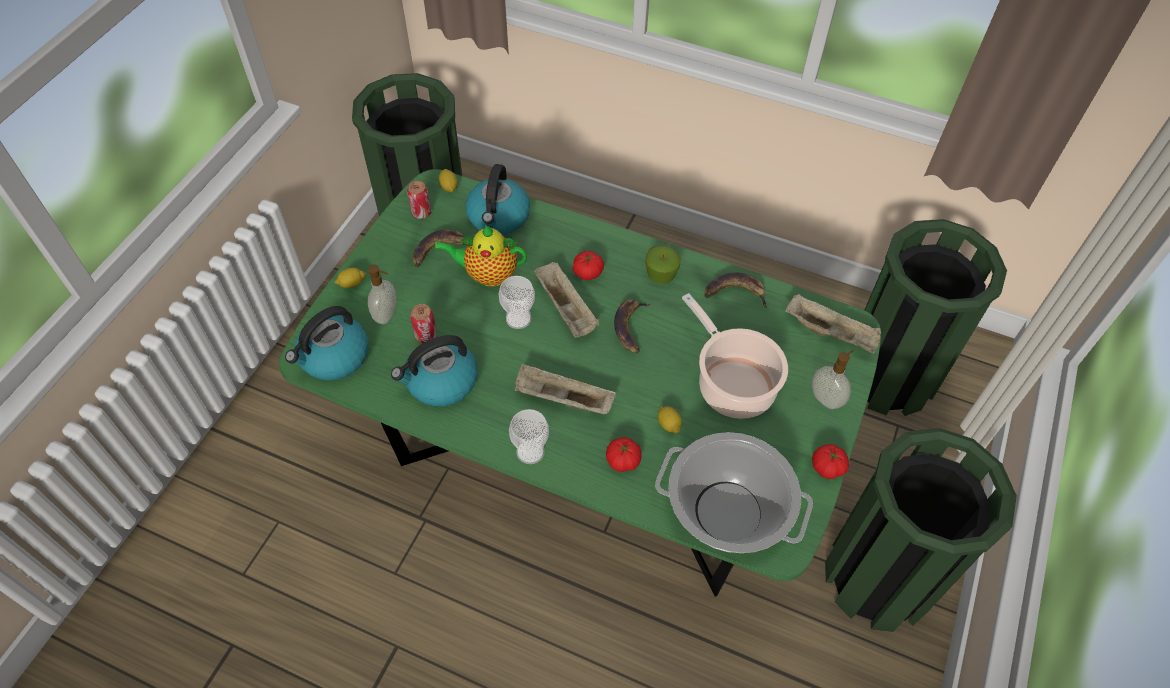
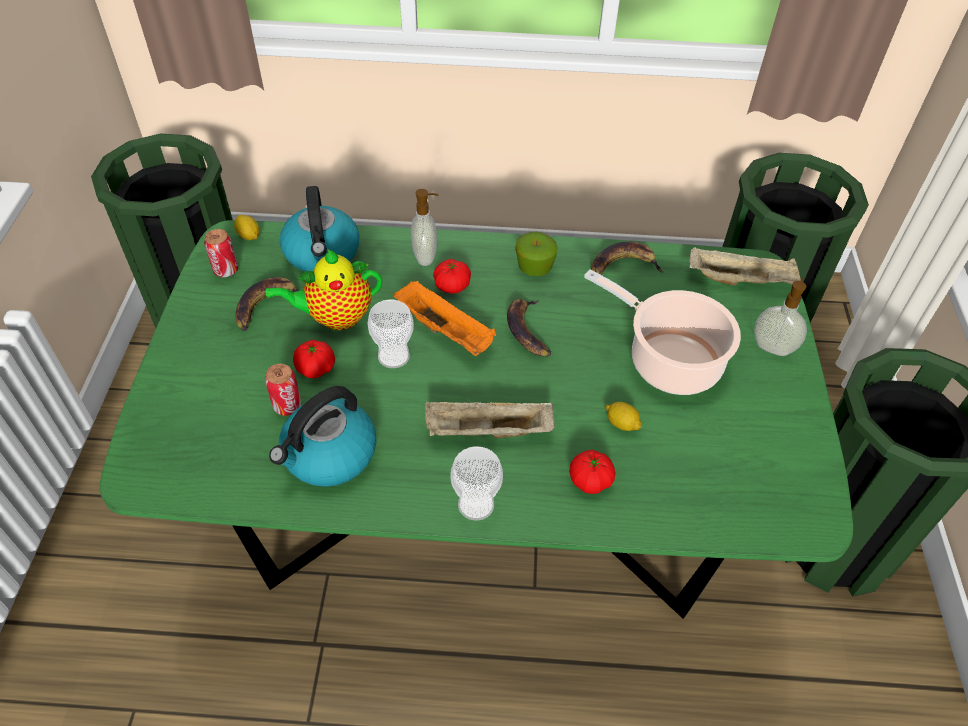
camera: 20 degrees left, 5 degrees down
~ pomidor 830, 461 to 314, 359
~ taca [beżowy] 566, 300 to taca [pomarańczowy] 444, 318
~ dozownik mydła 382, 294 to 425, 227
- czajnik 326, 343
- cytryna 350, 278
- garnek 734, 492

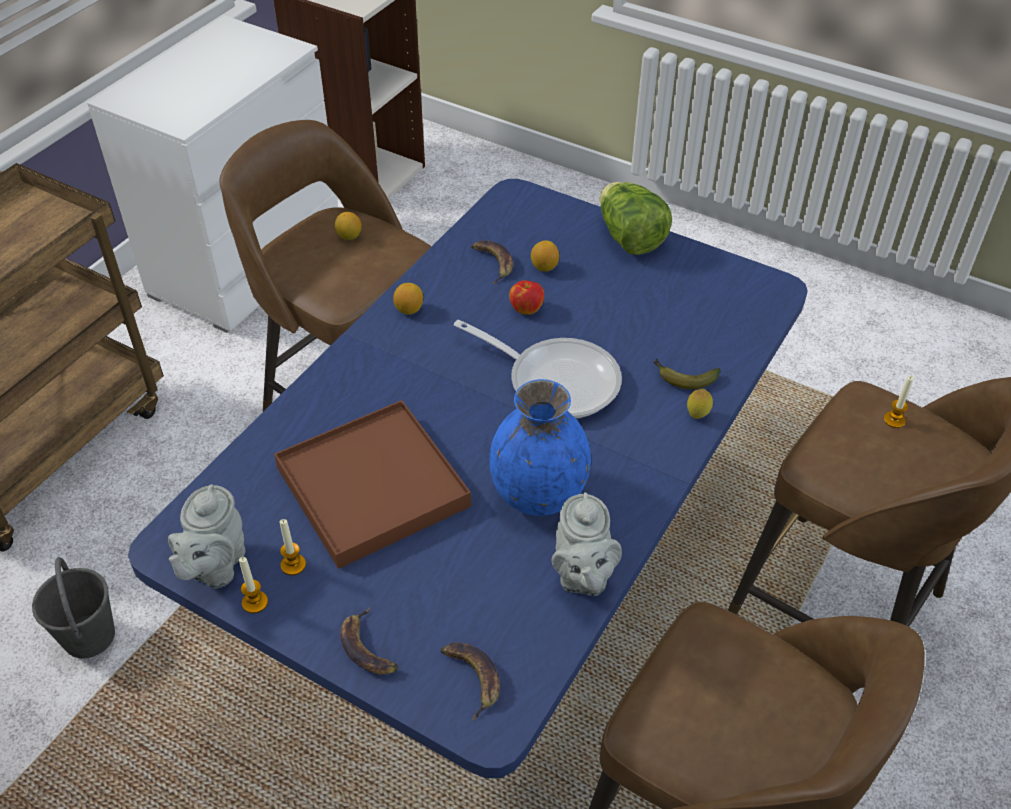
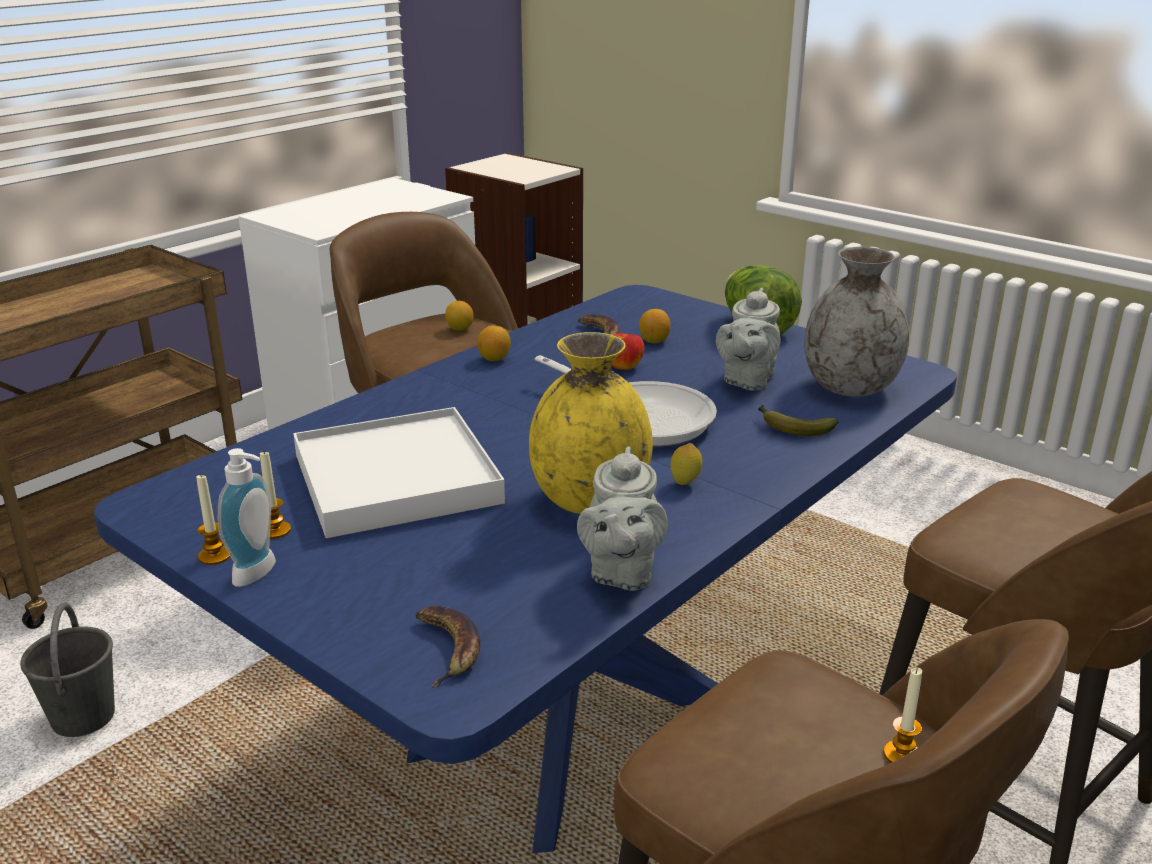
camera: 10 degrees right, 20 degrees down
+ dozownik mydła 247, 517
~ taca [brązowy] 372, 484 to taca [biały] 399, 472
~ wazon [niebieski] 540, 447 to wazon [żółty] 591, 423
~ cytryna 700, 404 to 686, 464
~ imbryk [szary] 207, 536 to 748, 339
+ wazon [szary] 856, 322
~ świeca 899, 402 to 902, 715
- banan 369, 641

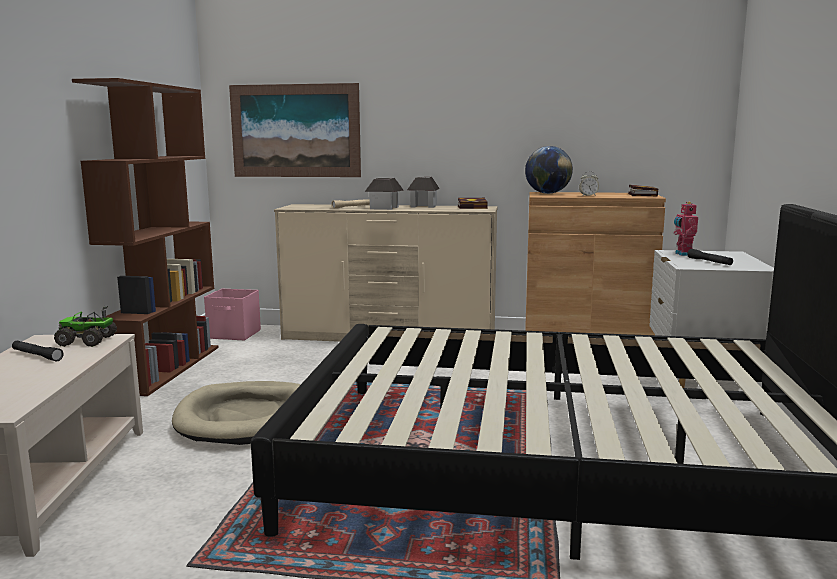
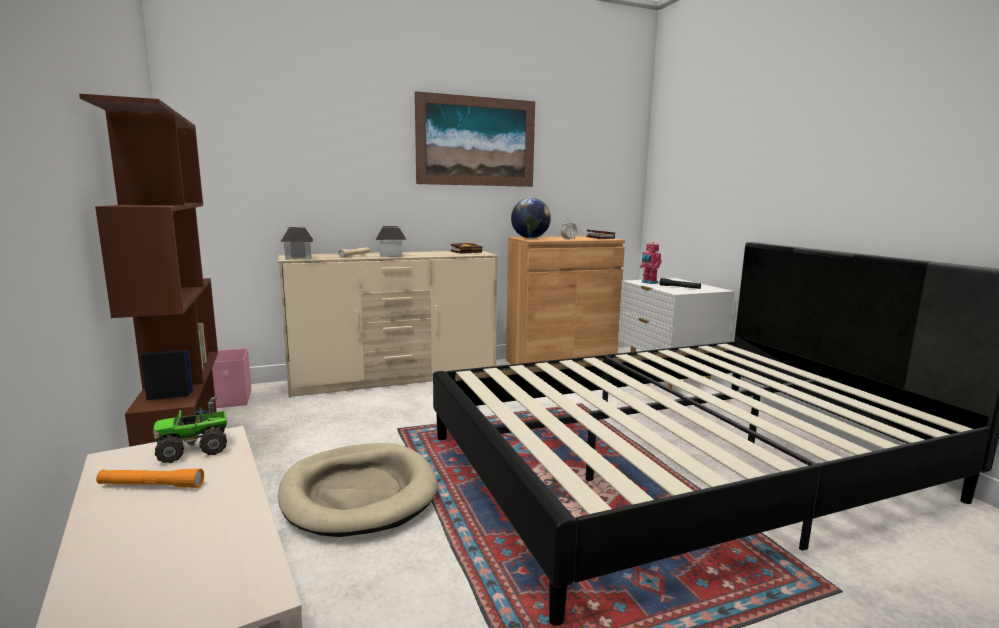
camera: 30 degrees left, 0 degrees up
~ latarka [czarny] 38, 351 to latarka [pomarańczowy] 150, 478
~ domek 423, 192 to 297, 243
~ obraz 295, 130 to 475, 139

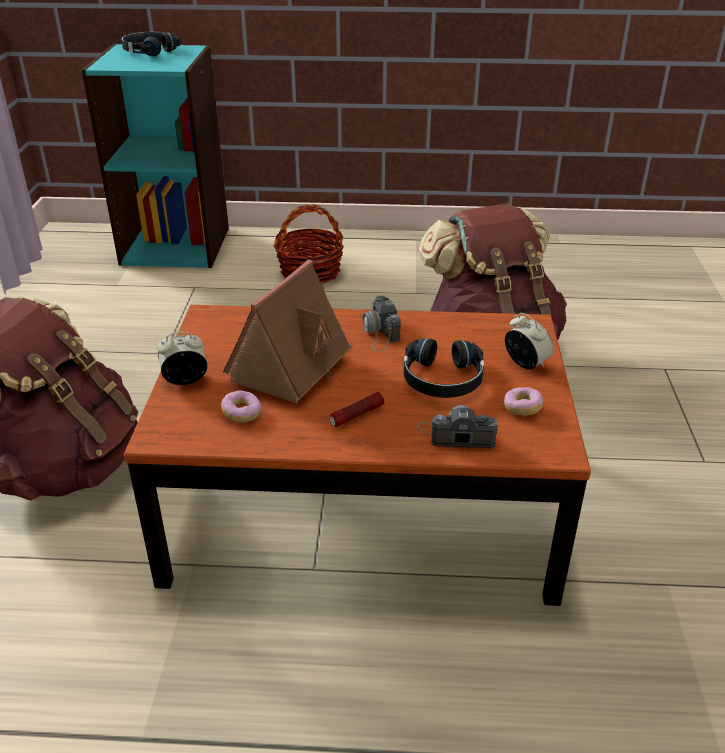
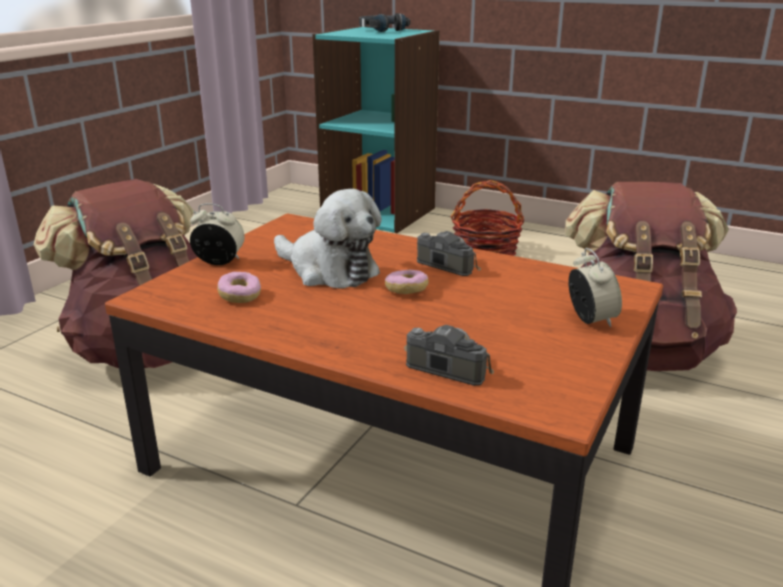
camera: 25 degrees right, 10 degrees down
~ domek 288, 331 to pluszak 328, 239
~ donut 523, 401 to 407, 282
~ aparat fotograficzny 381, 324 = 449, 253 120 degrees clockwise
- latarka 356, 409
- słuchawki [czarny] 444, 368

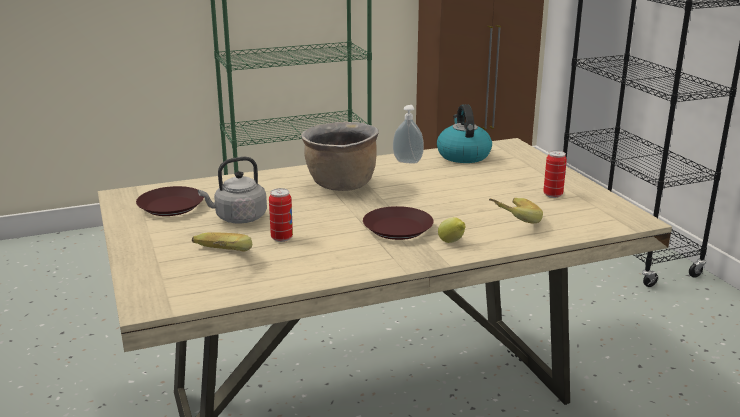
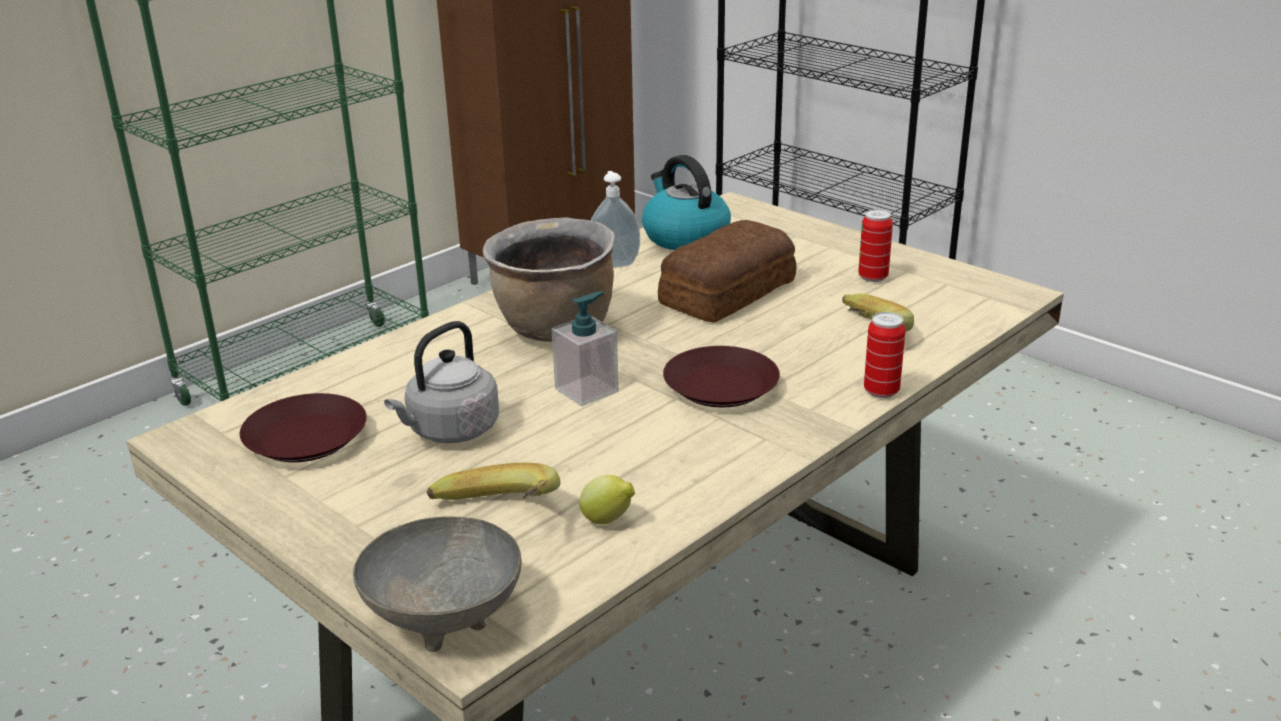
camera: 25 degrees left, 5 degrees up
+ miska [szary] 437, 584
+ dozownik mydła 585, 348
~ cytryna 452, 230 to 607, 499
+ chleb 727, 271
~ puszka 281, 215 to 885, 355

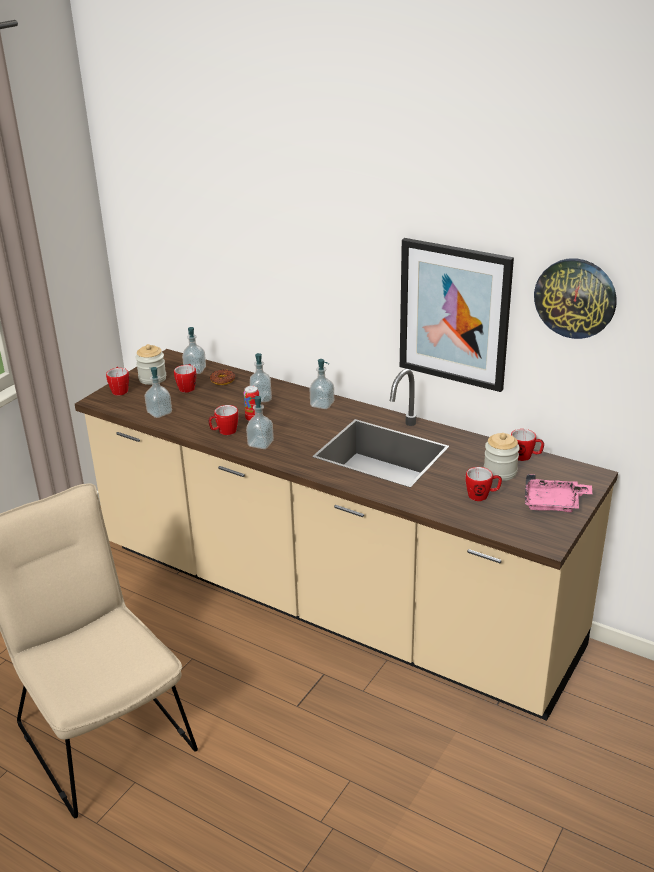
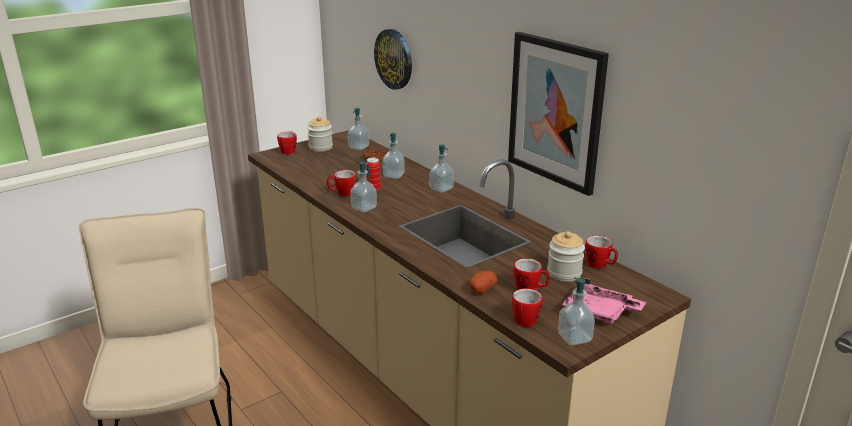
camera: 20 degrees right, 5 degrees down
~ zegar ścienny 575, 298 to 393, 59
+ ziemniak 483, 282
~ kubek 185, 378 to 527, 307
~ dozownik mydła 158, 392 to 576, 312

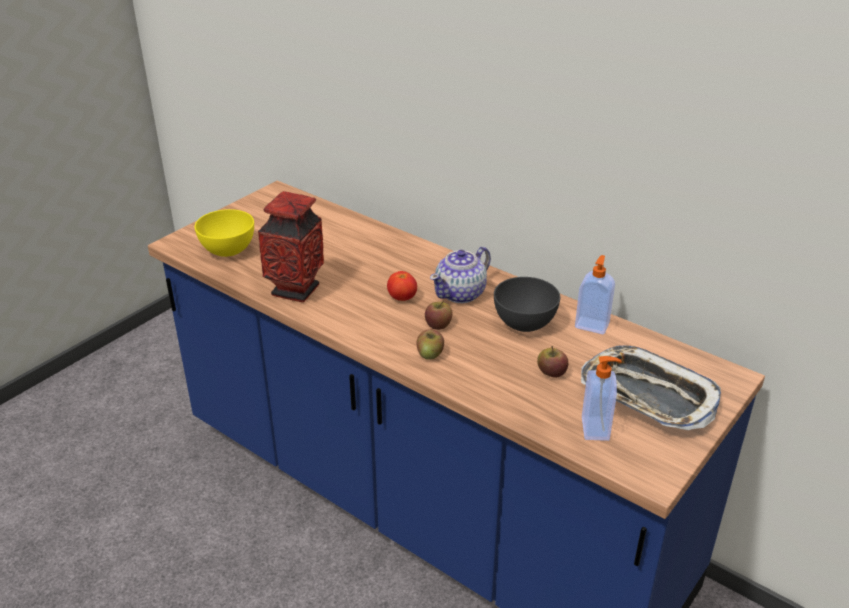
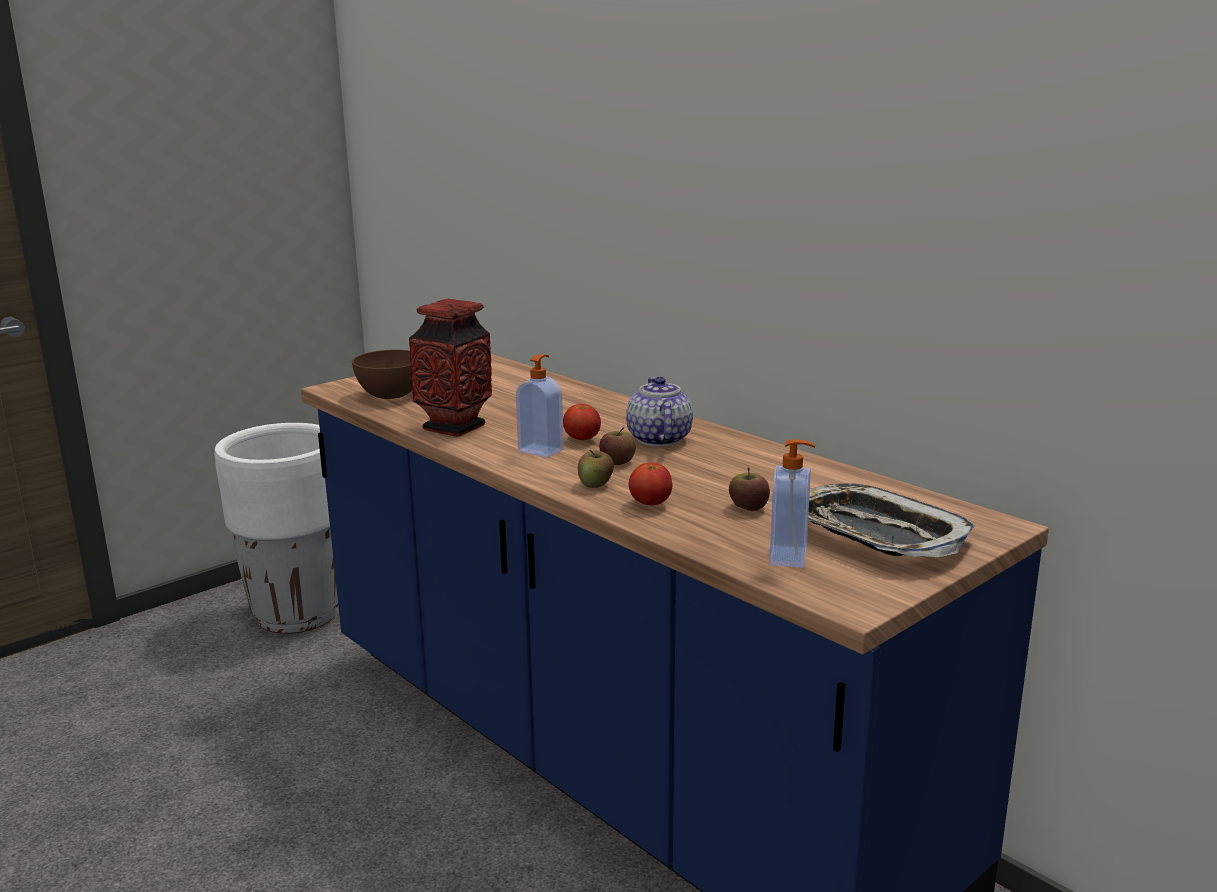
camera: 10 degrees right, 15 degrees down
+ donica [biały] 276, 528
~ miska [żółty] 224, 233 to miska [brązowy] 382, 374
~ dozownik mydła 595, 294 to 540, 406
~ imbryk 460, 275 = 659, 411 120 degrees clockwise
+ pomidor 650, 483
- miska [szary] 527, 304

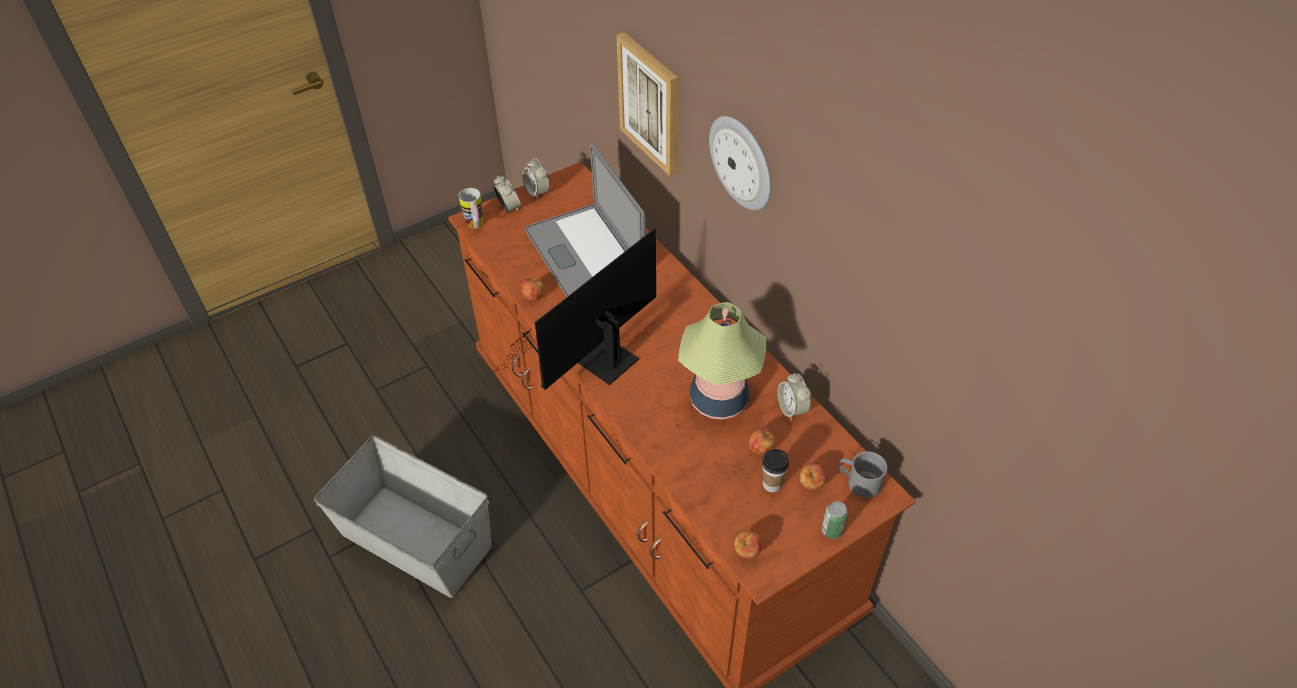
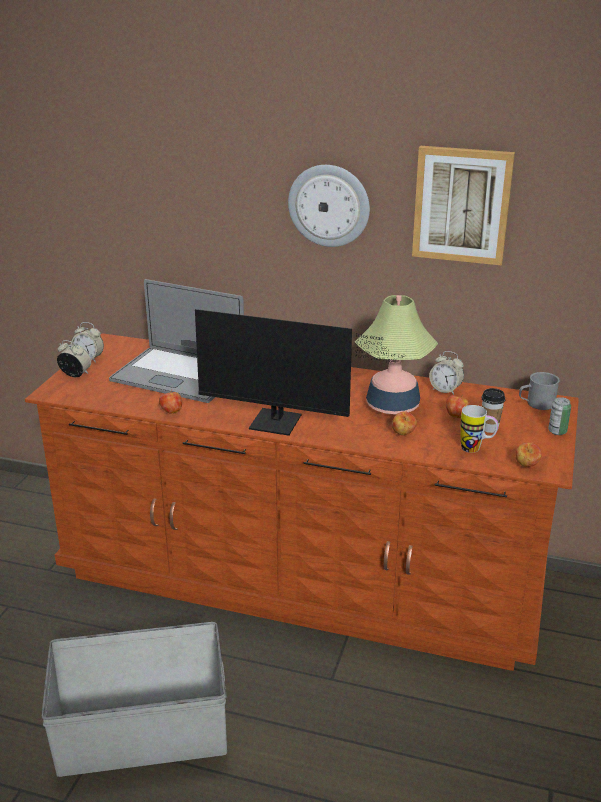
camera: 40 degrees left, 20 degrees down
~ monitor 578, 309 = 298, 372 75 degrees counterclockwise
~ jabłko 812, 476 to 404, 423
~ obraz 647, 104 to 463, 206
~ kubek 470, 208 to 479, 429

